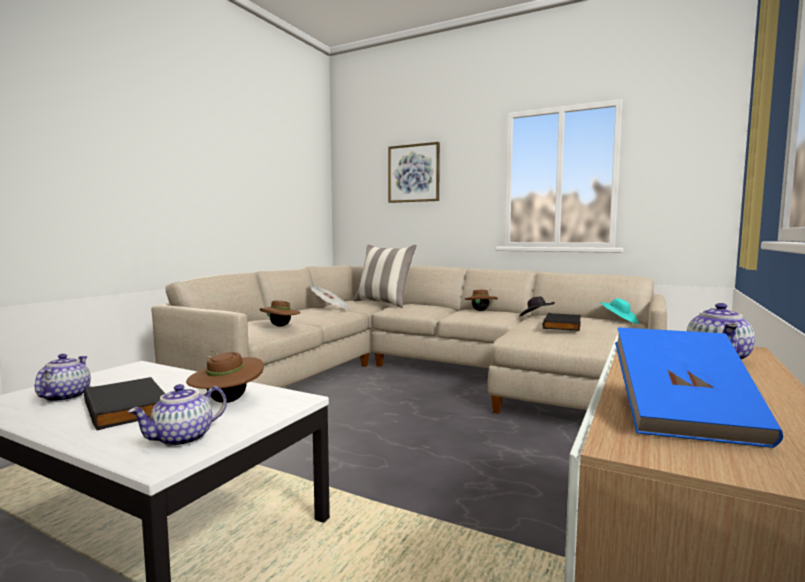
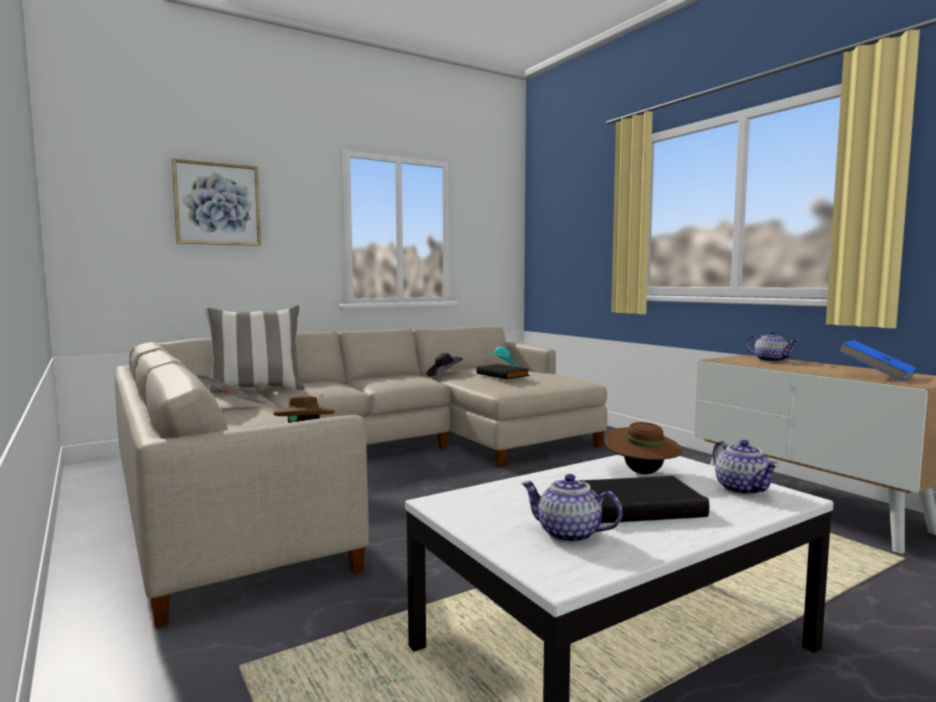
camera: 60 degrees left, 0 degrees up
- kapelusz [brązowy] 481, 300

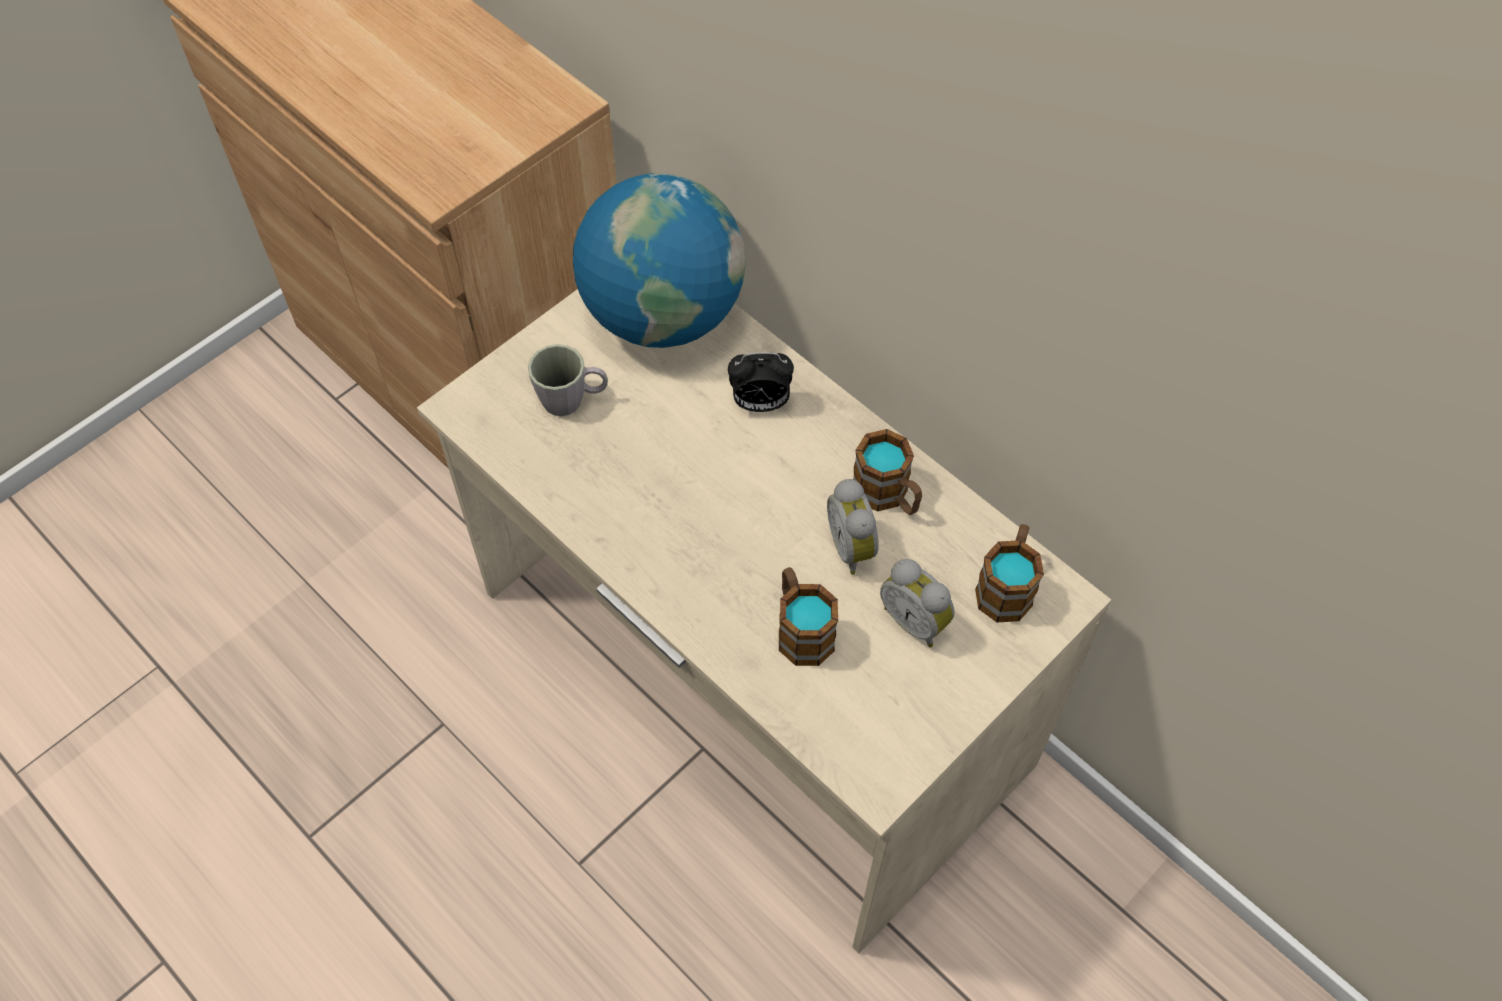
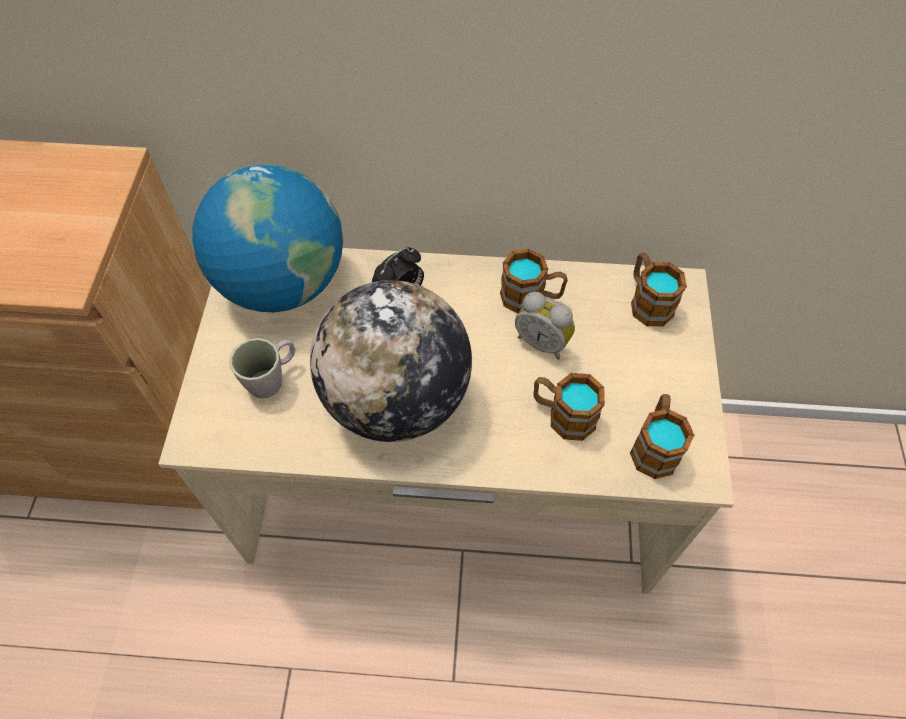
camera: 40 degrees left, 0 degrees up
+ globus 391, 361
+ kubek 662, 436
- budzik 917, 603

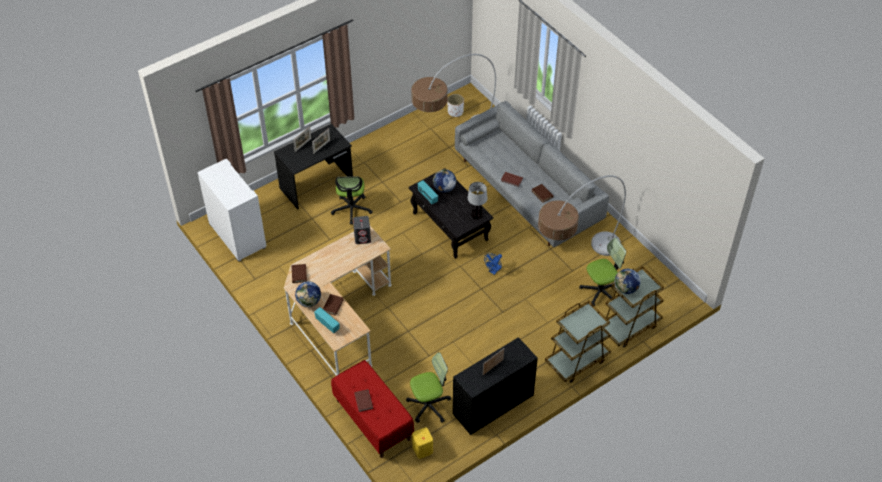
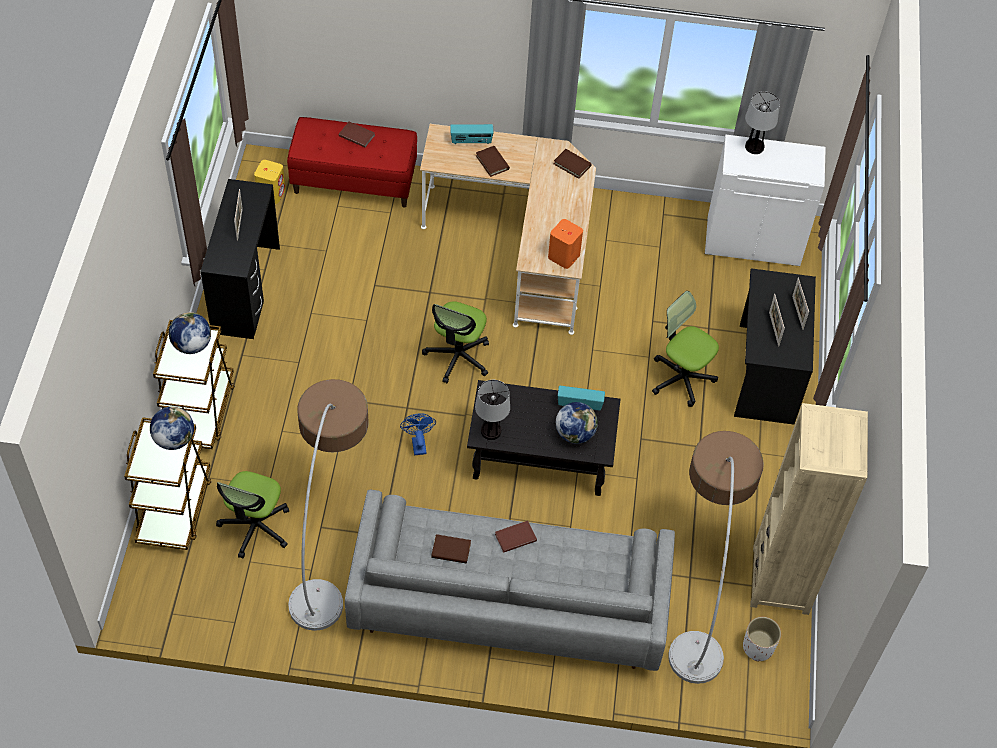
camera: 130 degrees right, 5 degrees up
~ globus 308, 294 to 190, 333
~ krzesło biurowe 428, 387 to 455, 342
~ głośnik [szary] 362, 230 to głośnik [pomarańczowy] 565, 244
+ lampa stołowa 762, 122
+ regał [beżowy] 809, 509

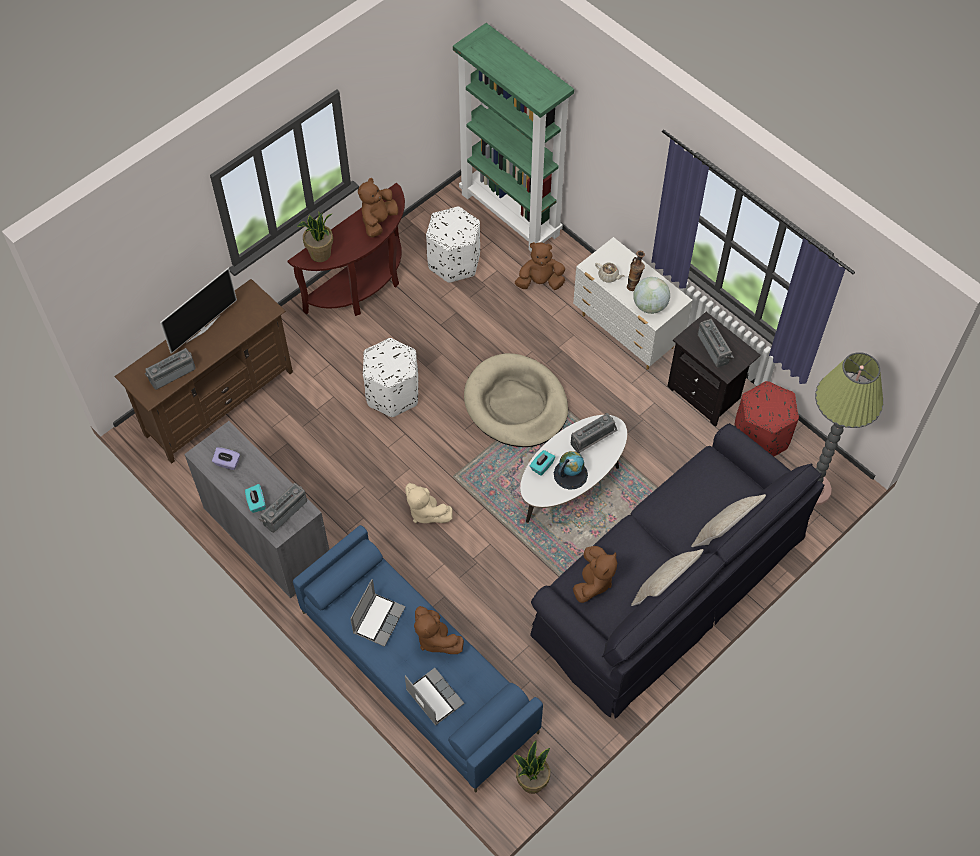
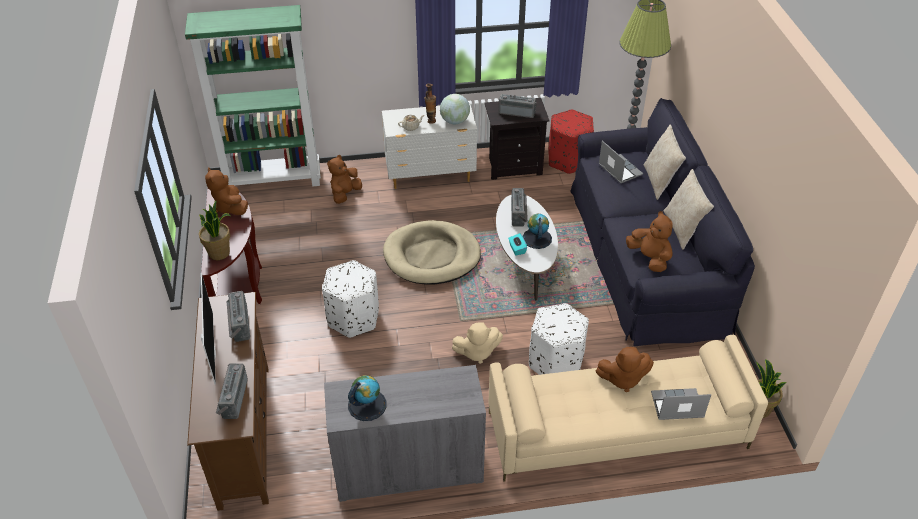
camera: 55 degrees left, 15 degrees down
~ radio 282, 508 to 238, 316
~ pudełko chusteczek [fioletowy] 226, 458 to globus 367, 398
~ kanapa [niebieski] 418, 658 to kanapa [beżowy] 628, 408
~ pufa [biały] 453, 245 to 559, 339
~ laptop 377, 613 to 621, 162
- pudełko chusteczek [turkusowy] 255, 498

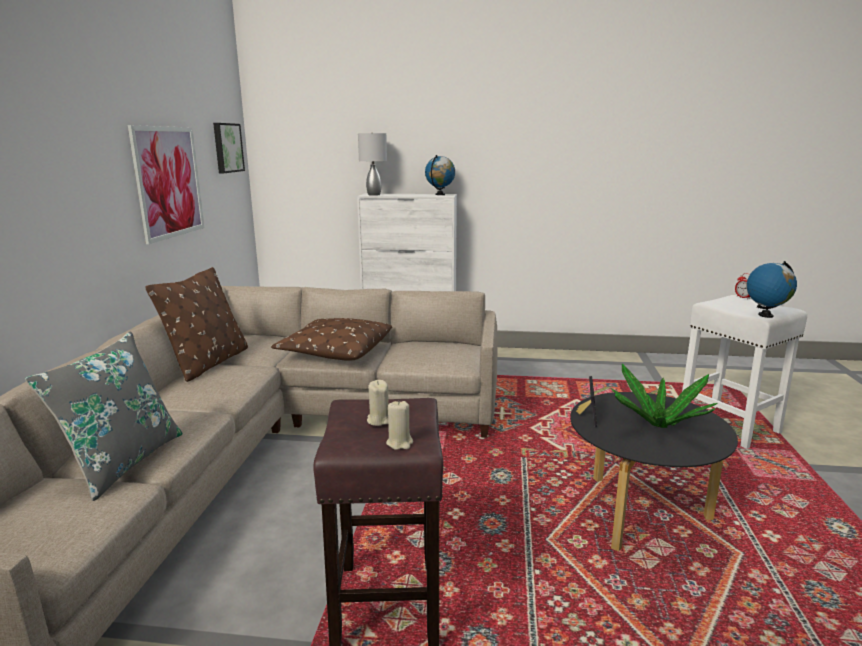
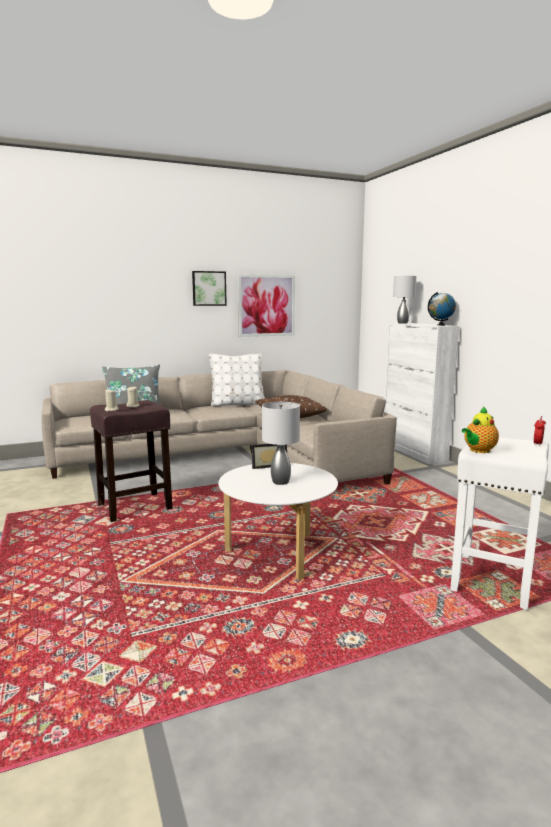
camera: 60 degrees right, 5 degrees down
~ obraz 229, 148 to 209, 288
~ poduszka [brązowy] 196, 324 to poduszka [biały] 237, 379
~ ława [czarny] 654, 471 to ława [biały] 278, 521
~ roślina doniczkowa 664, 396 to lampa stołowa [szary] 281, 443
~ globus 772, 289 to imbryk 480, 429

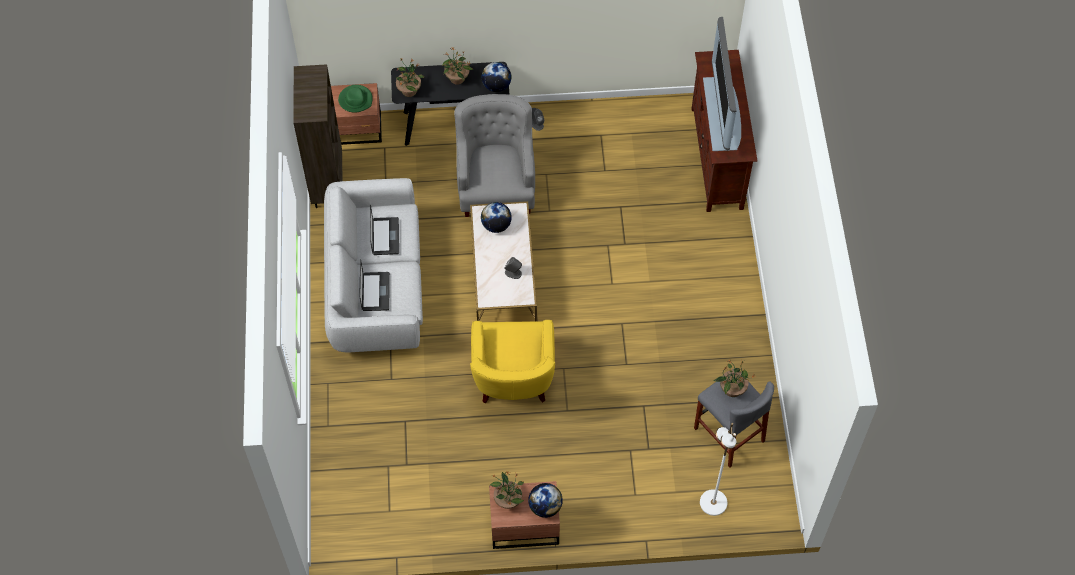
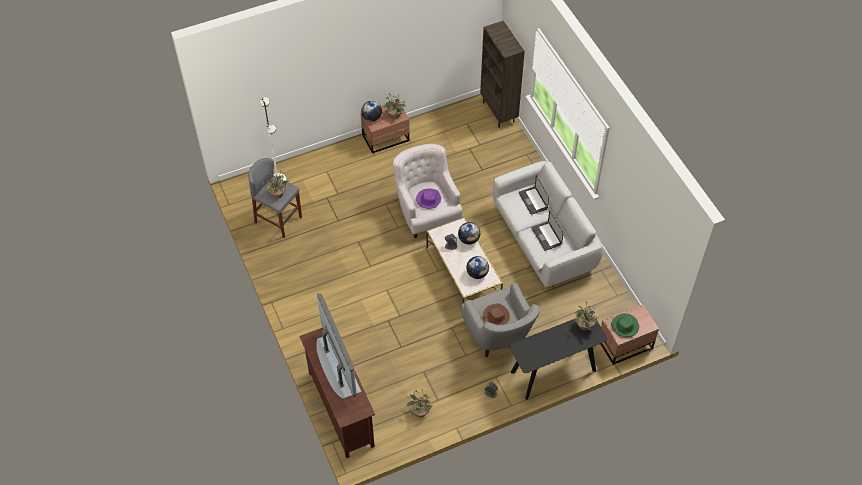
camera: 160 degrees right, 5 degrees down
~ fotel [żółty] 512, 361 to fotel [biały] 427, 191
~ roślina doniczkowa 457, 66 to 419, 403
+ kapelusz [fioletowy] 428, 198
~ globus 497, 77 to 469, 233
~ regał [brązowy] 318, 136 to 502, 74
+ kapelusz [brązowy] 496, 314

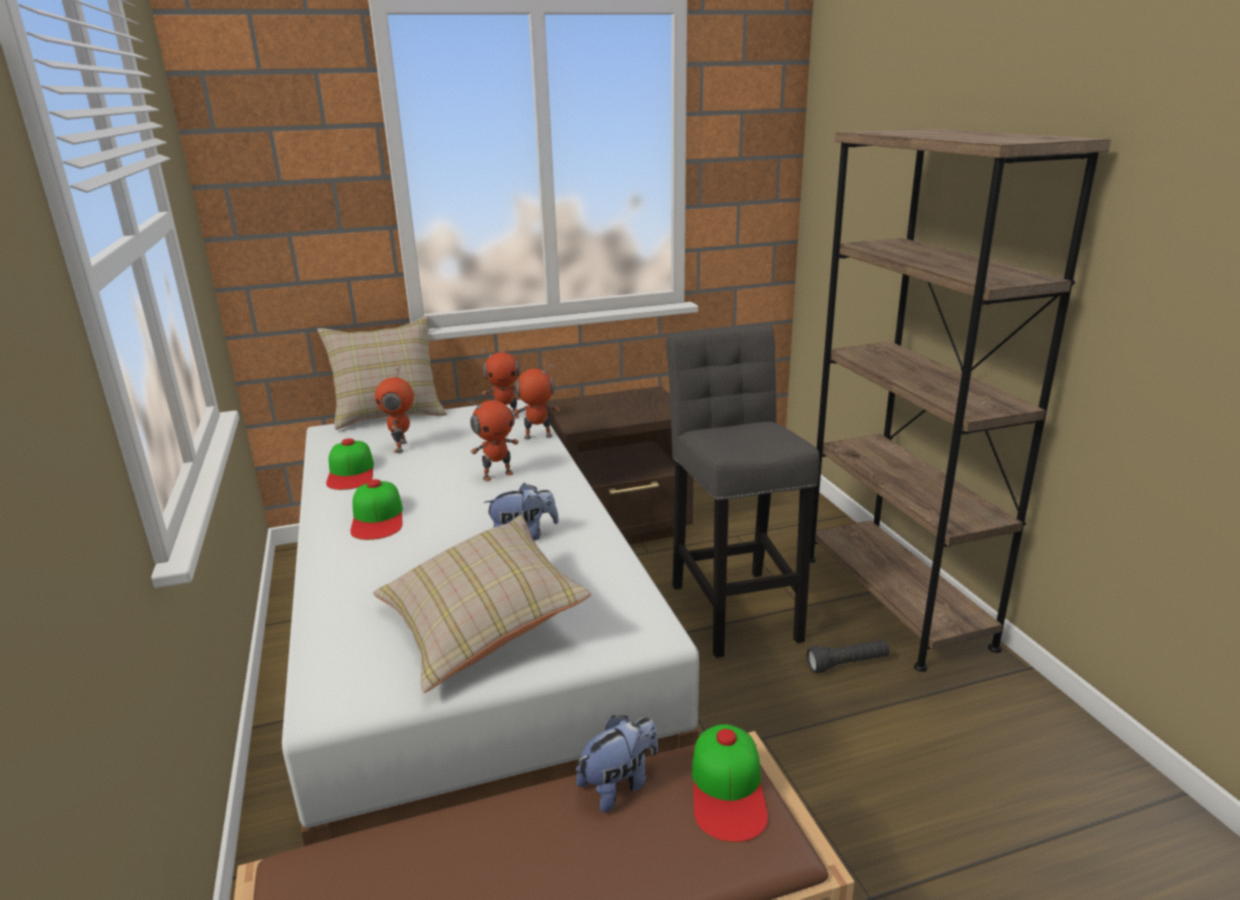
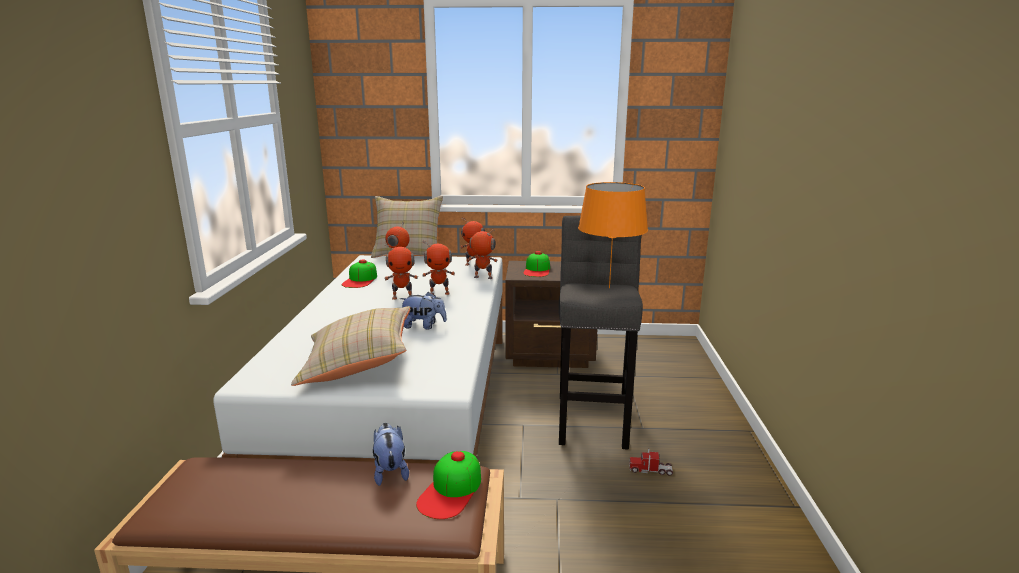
camera: 20 degrees right, 5 degrees down
~ pluszak 617, 763 = 391, 454 90 degrees counterclockwise
+ robot zabawkowy 401, 272
~ czapka z daszkiem 376, 509 to 537, 264
+ lampa stołowa [pomarańczowy] 613, 235
~ latarka [czarny] 848, 656 to ciężarówka zabawkowa 651, 462
- regał [brązowy] 960, 400

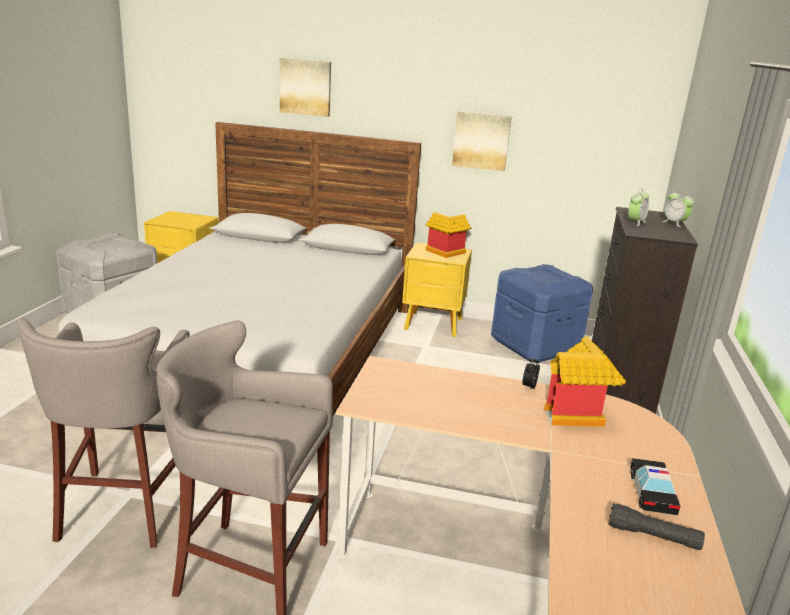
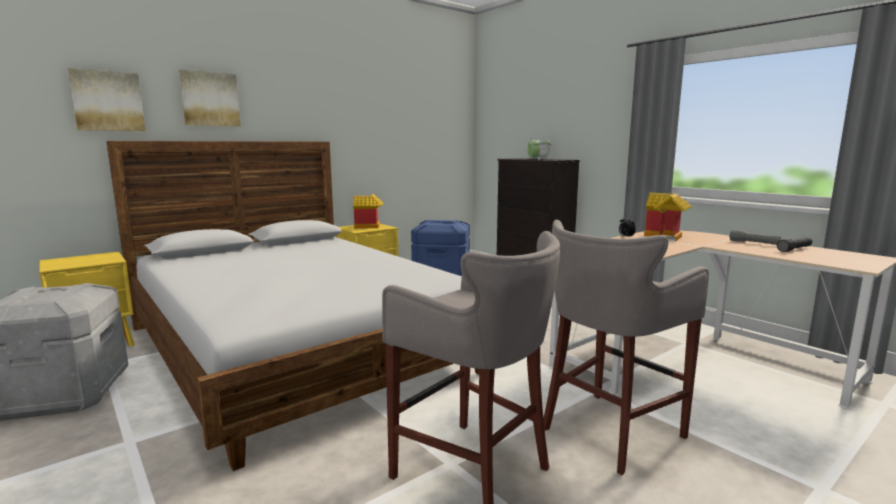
camera: 50 degrees left, 10 degrees down
~ obraz 482, 141 to 106, 99
~ samochodzik 655, 486 to latarka [szary] 755, 237

